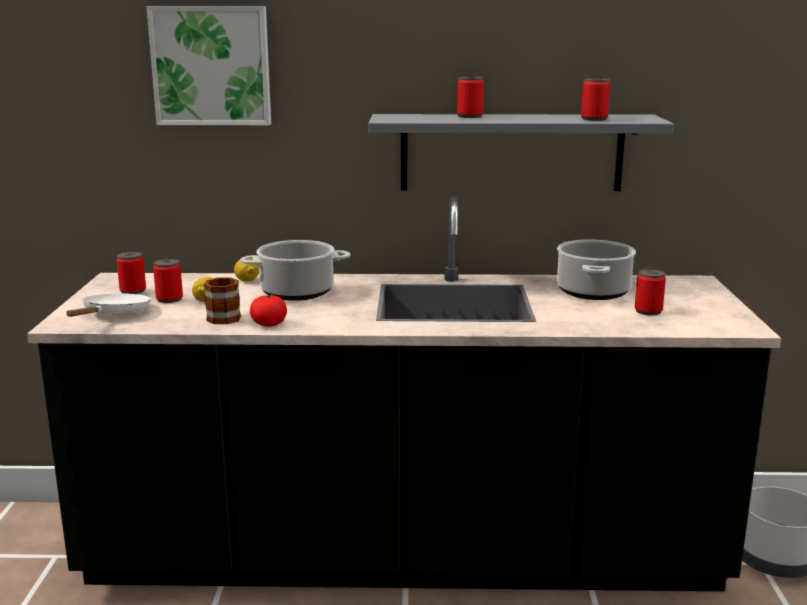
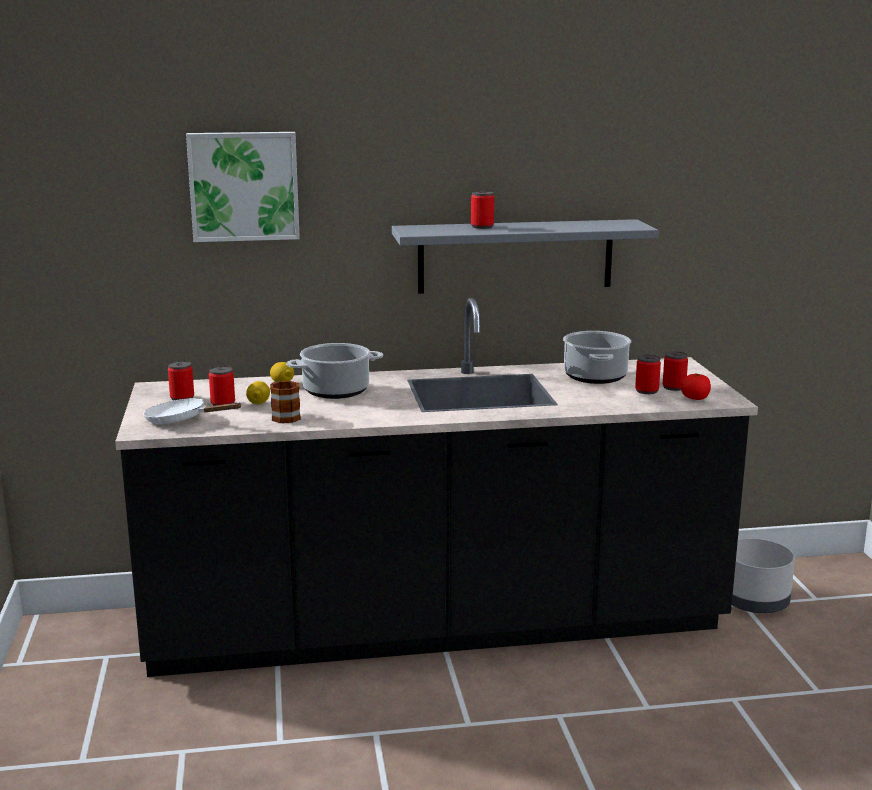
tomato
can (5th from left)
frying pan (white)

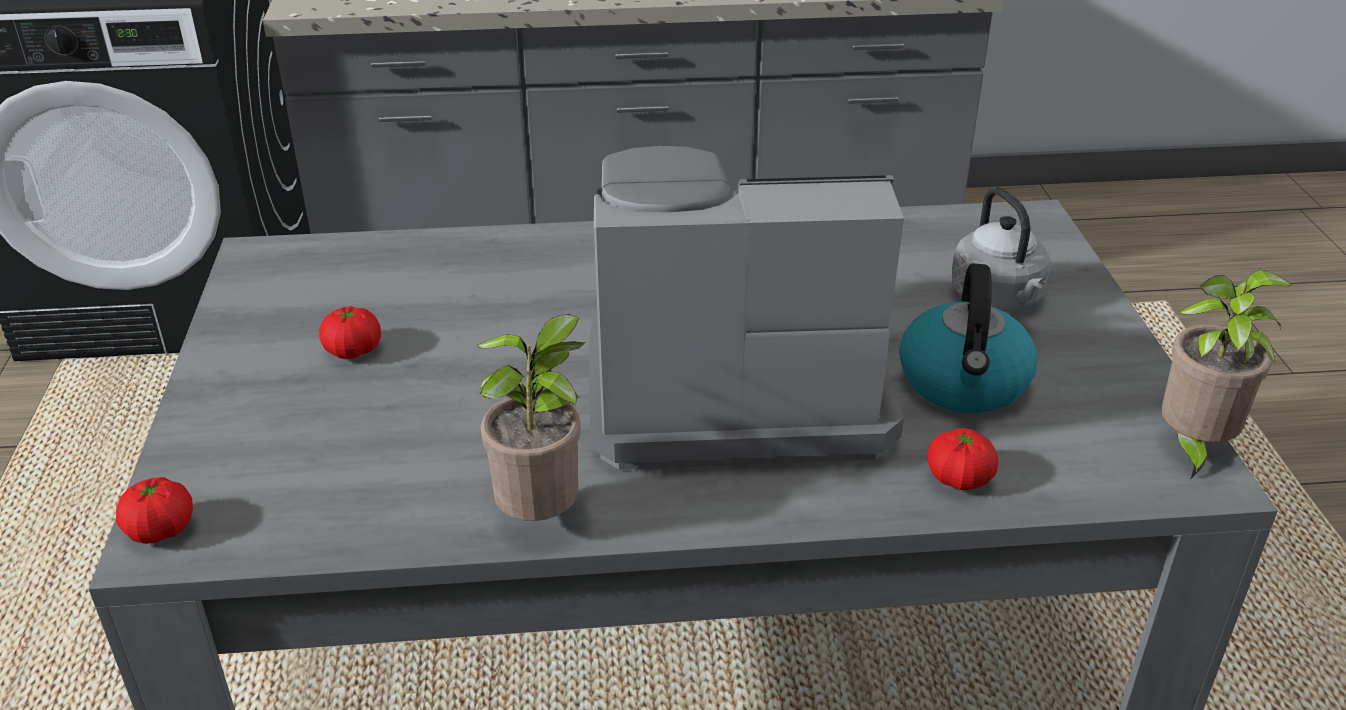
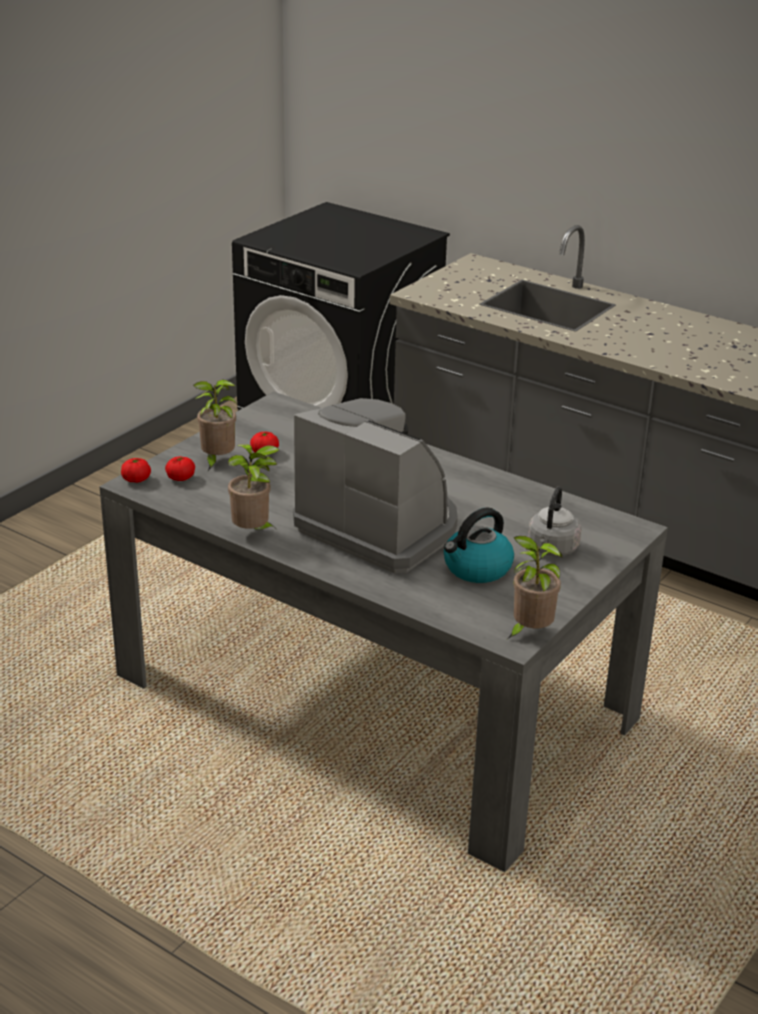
potted plant (1st from left)
tomato (2nd from left)

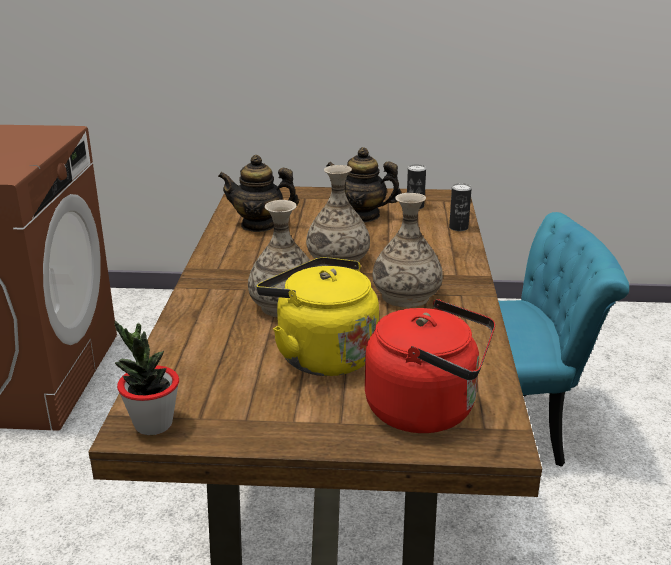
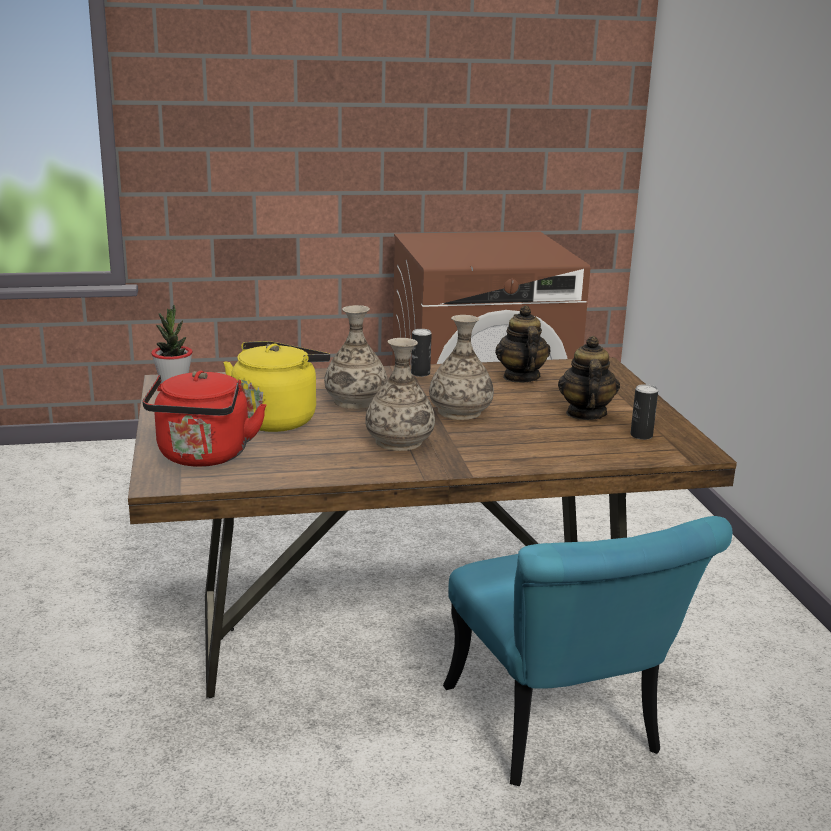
can (1st from left)

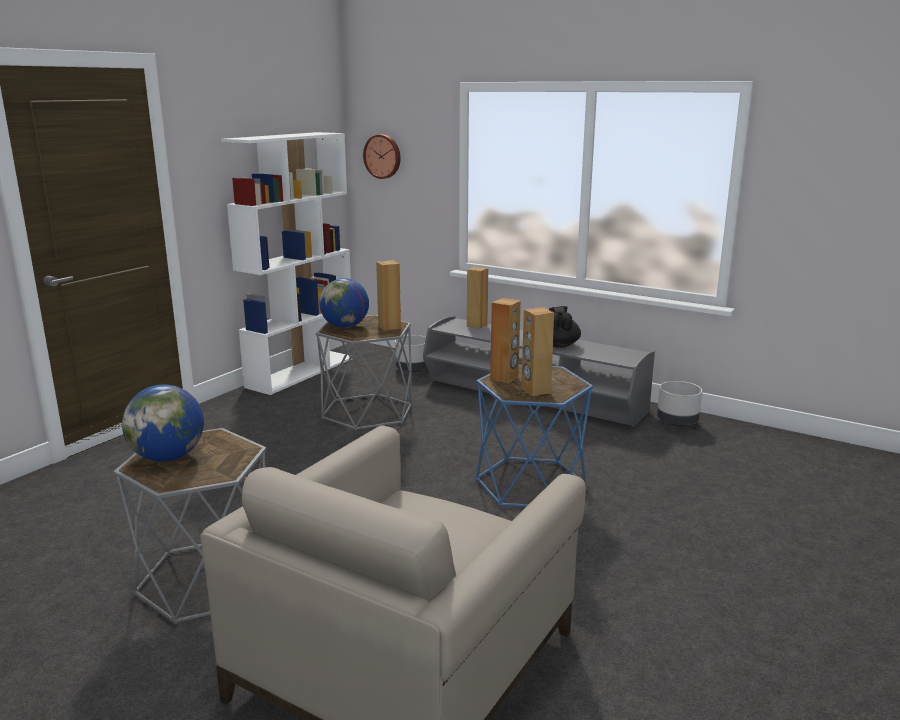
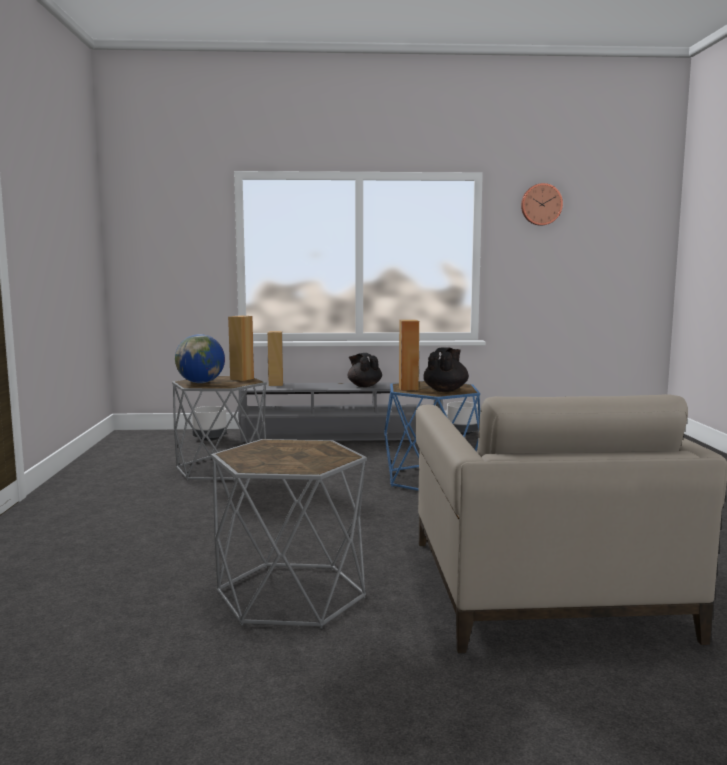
globe (1st from left in the first image)
bookcase (white)
wall clock
teapot (black) (2nd from left)

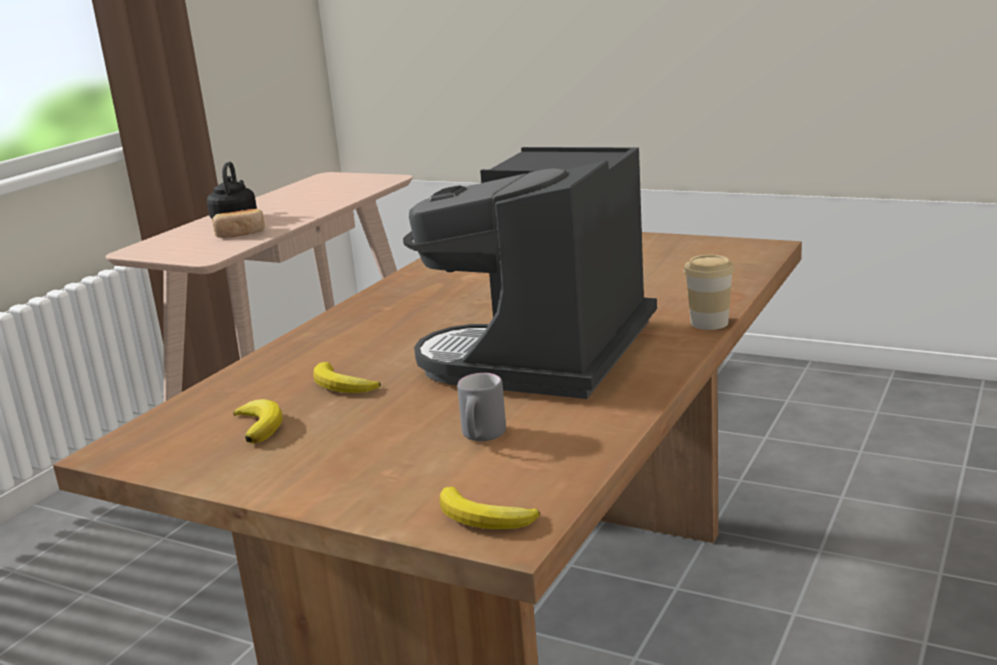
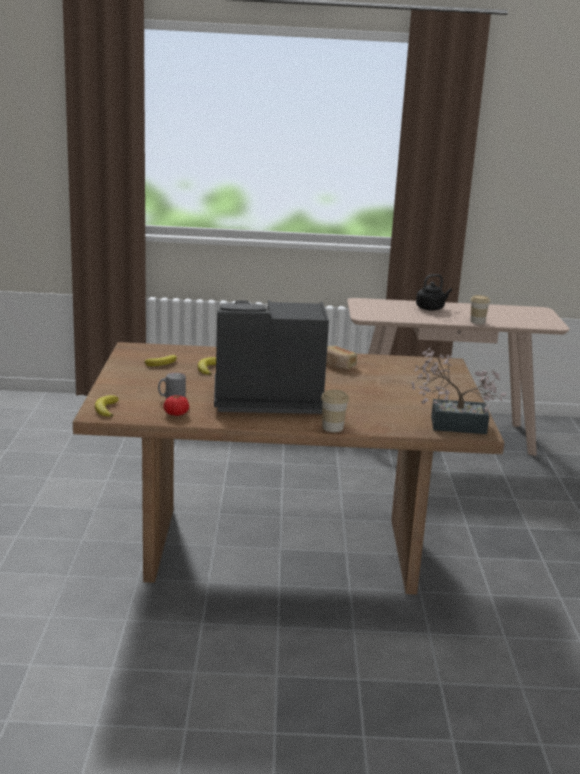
tomato
potted plant
cup (2nd from left)
bread

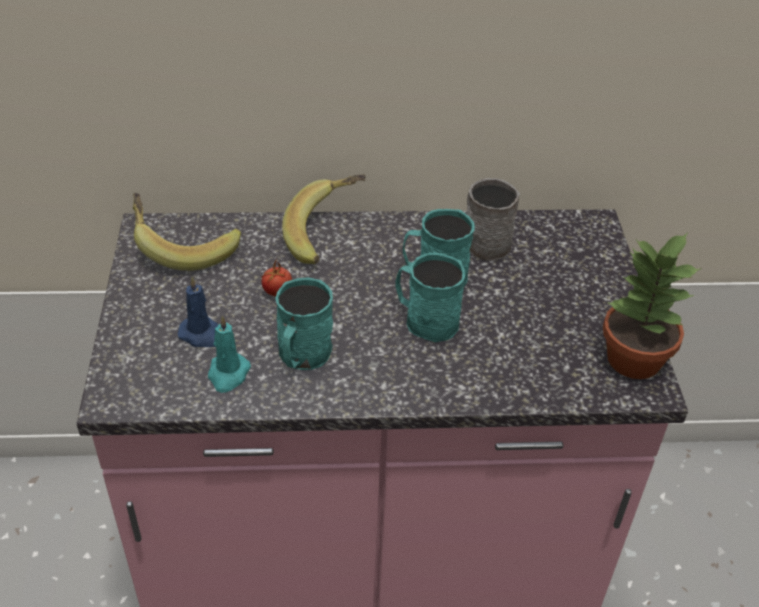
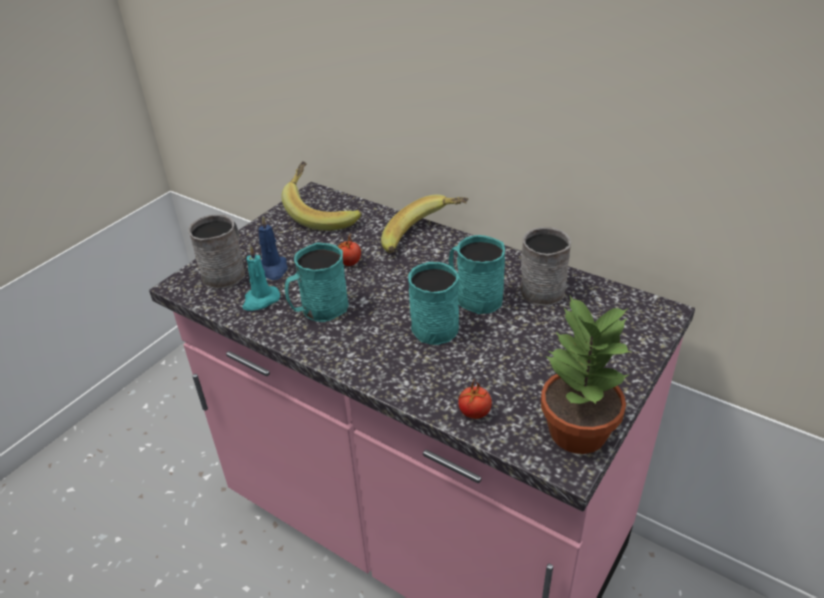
mug (grey) (1st from left)
tomato (2nd from left)

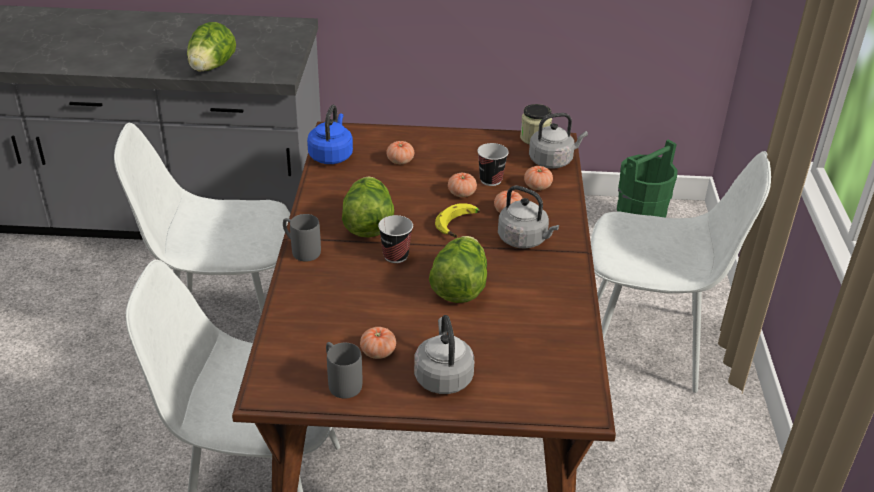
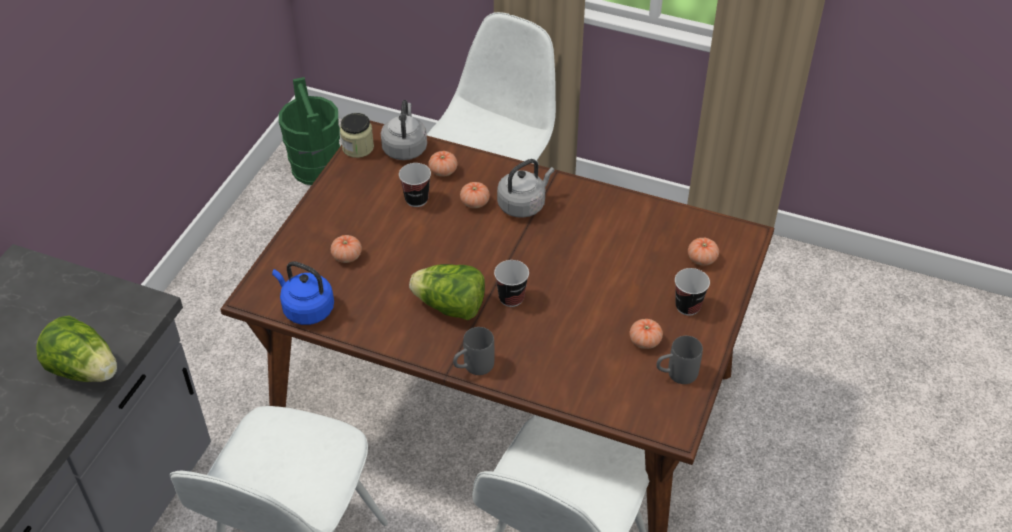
lettuce (3rd from left in the first image)
banana
tomato (5th from left)
cup (3rd from left)

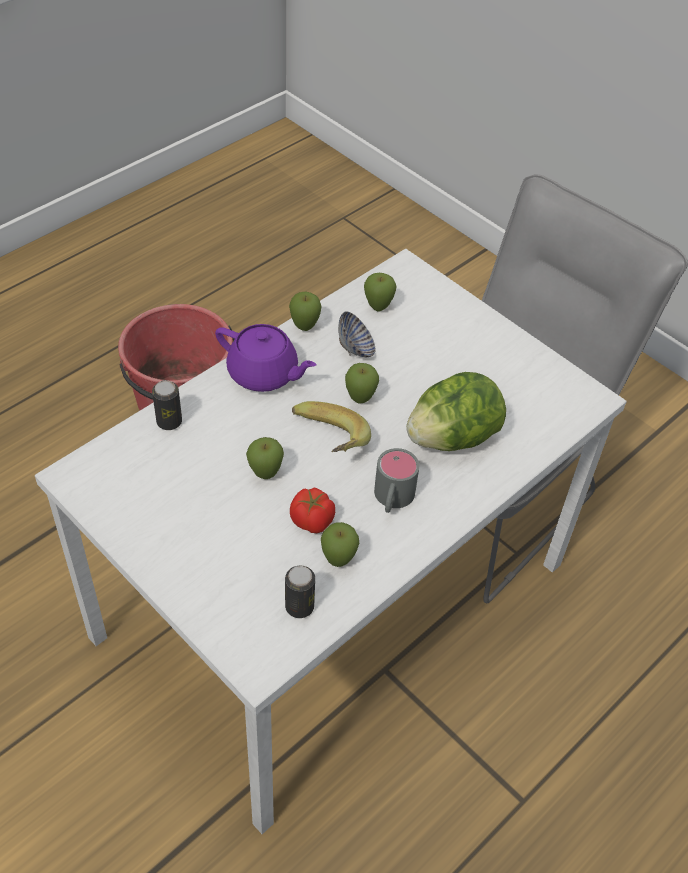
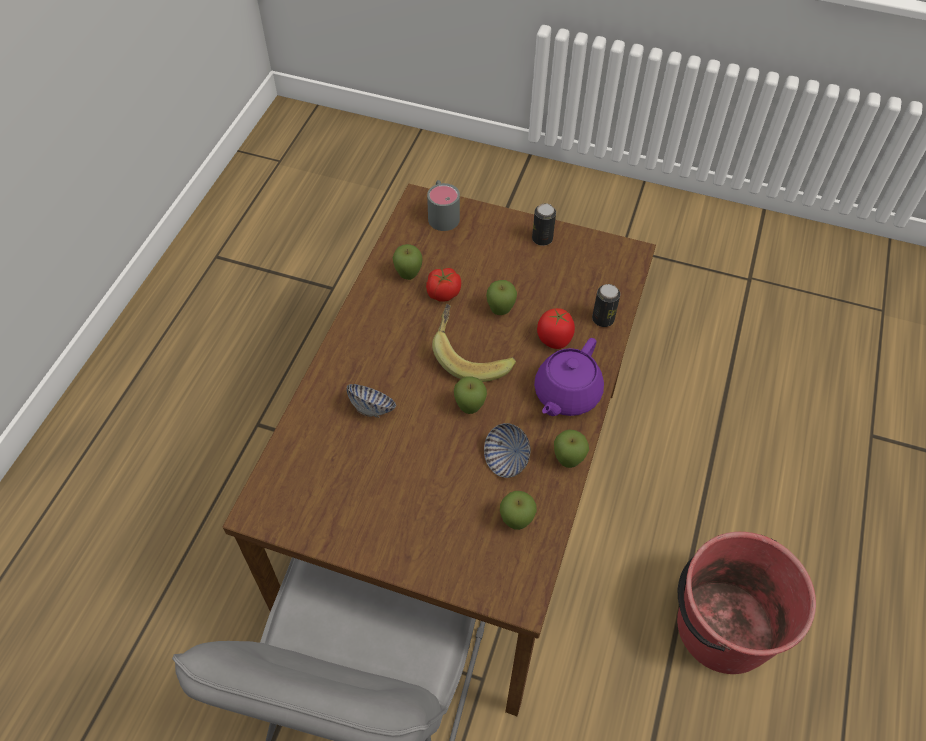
tomato (2nd from left)
can (1st from left)
mug (grey)
bowl (1st from left)
dining table (brown)
teapot (purple)

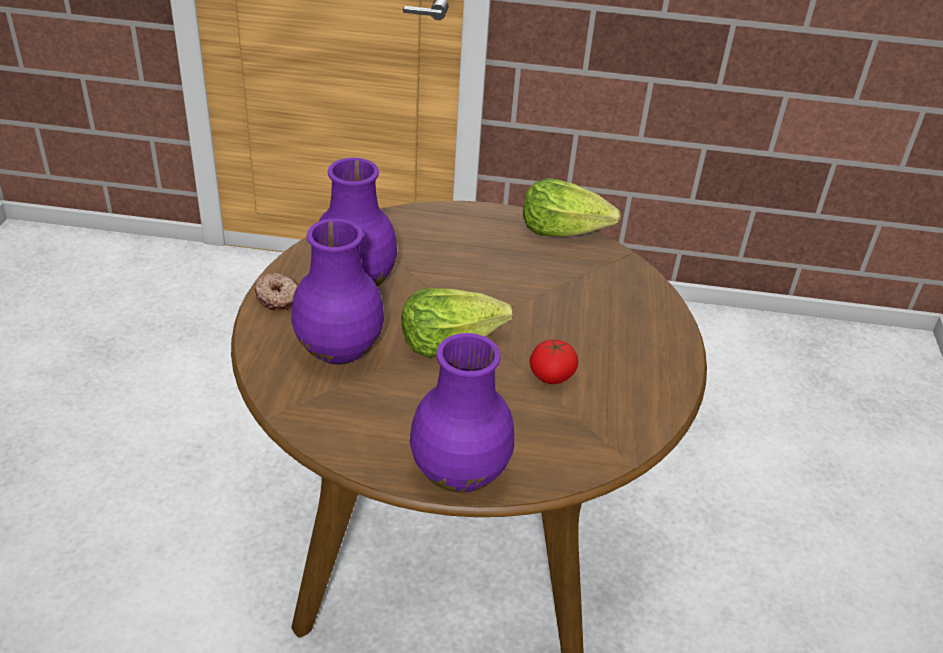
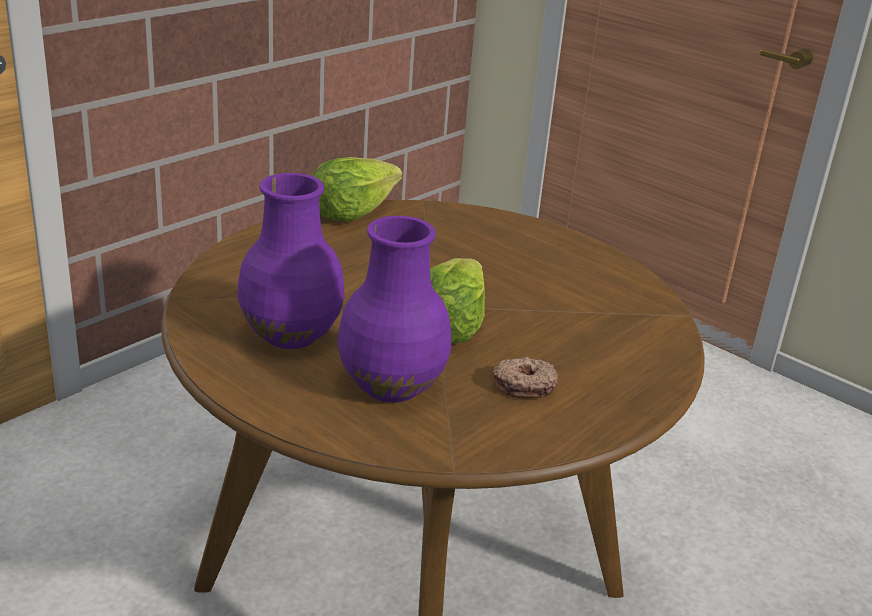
vase (purple) (3rd from left in the first image)
tomato
donut

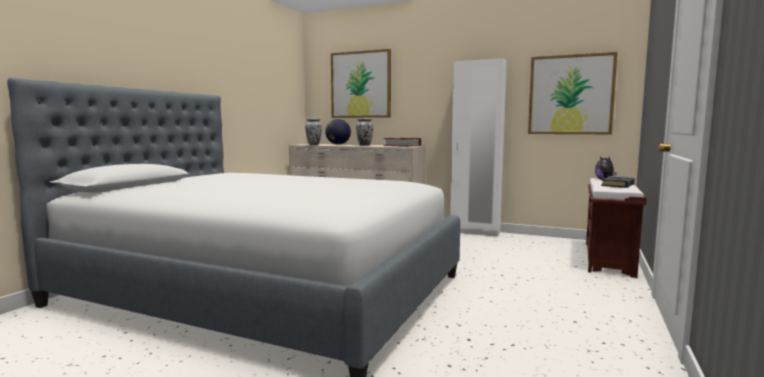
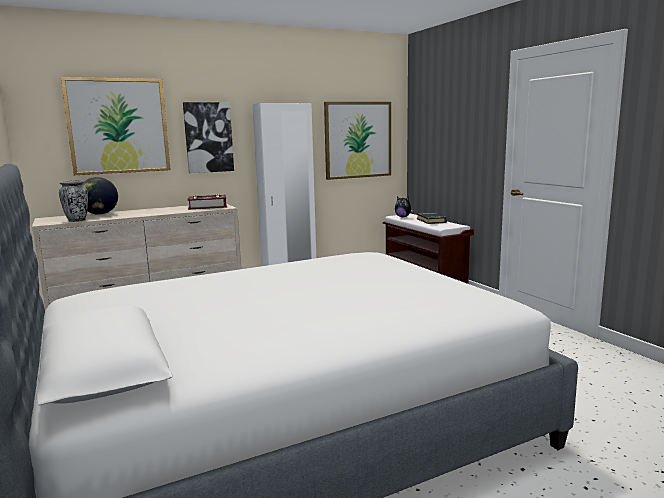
vase (2nd from left in the first image)
picture (2nd from left)

